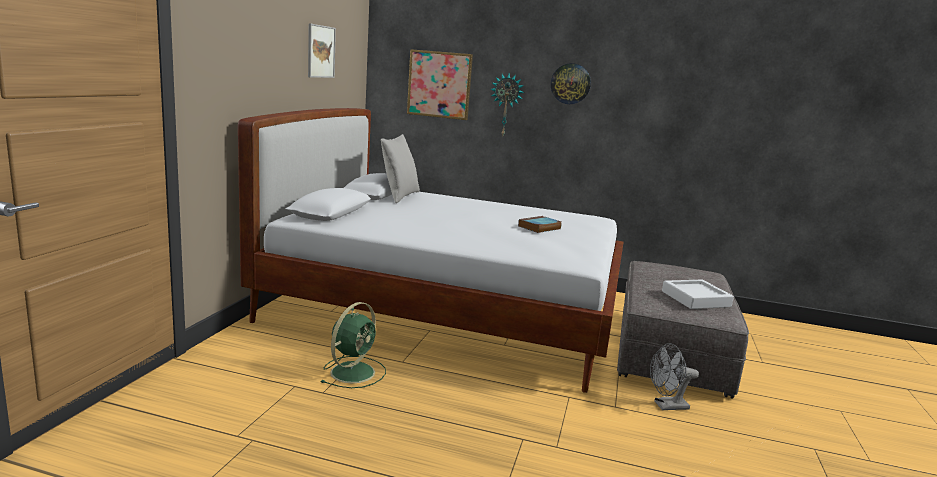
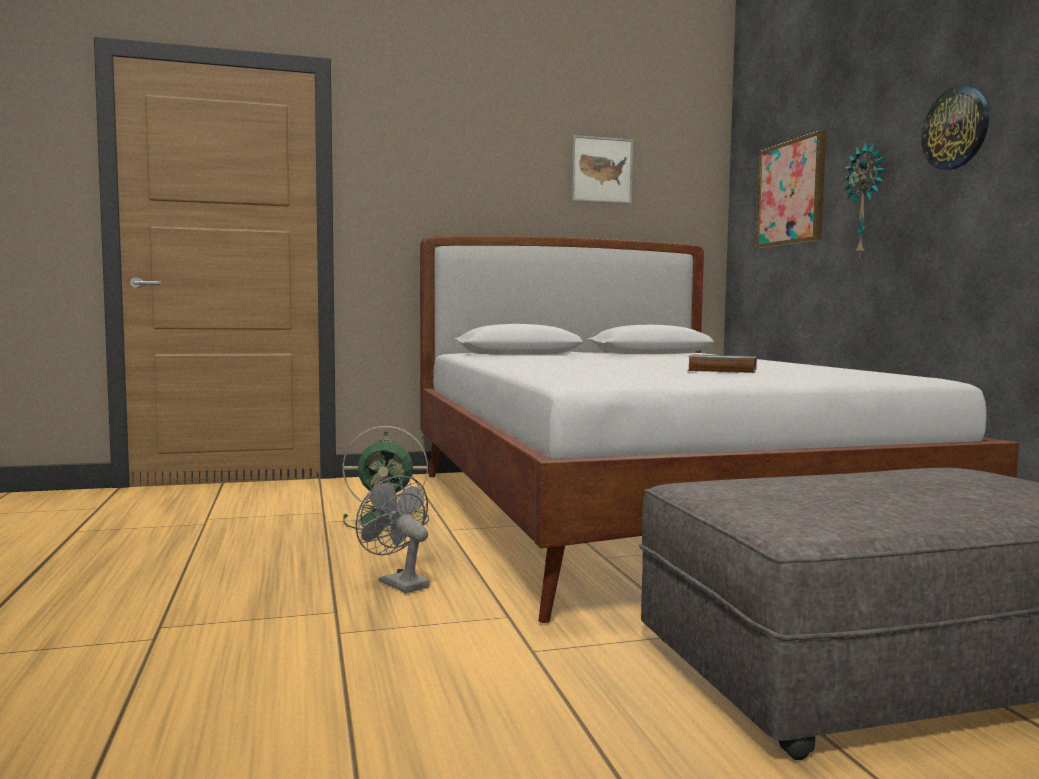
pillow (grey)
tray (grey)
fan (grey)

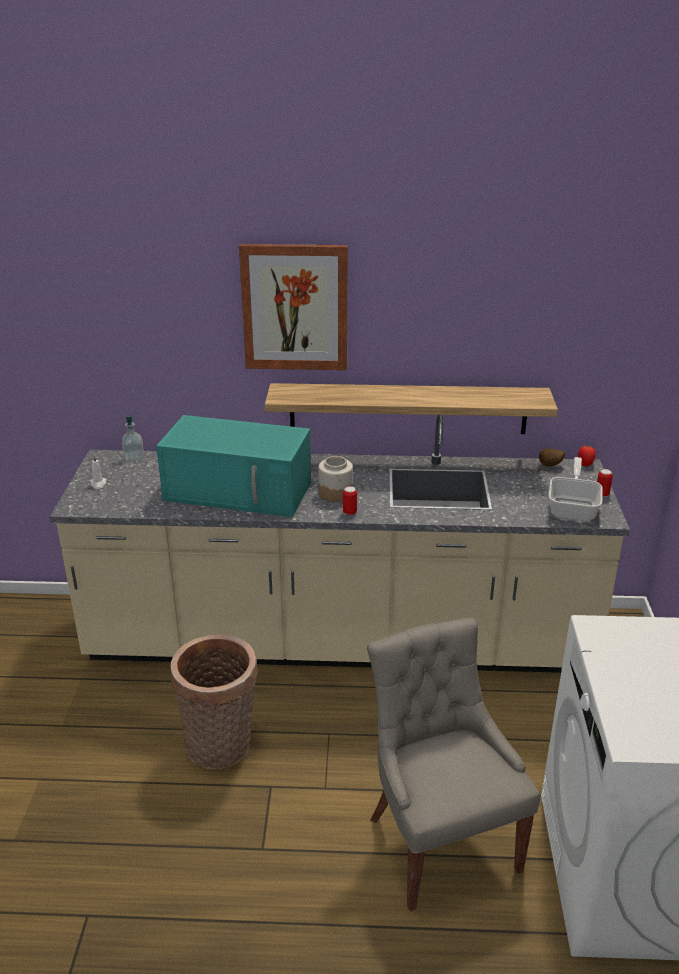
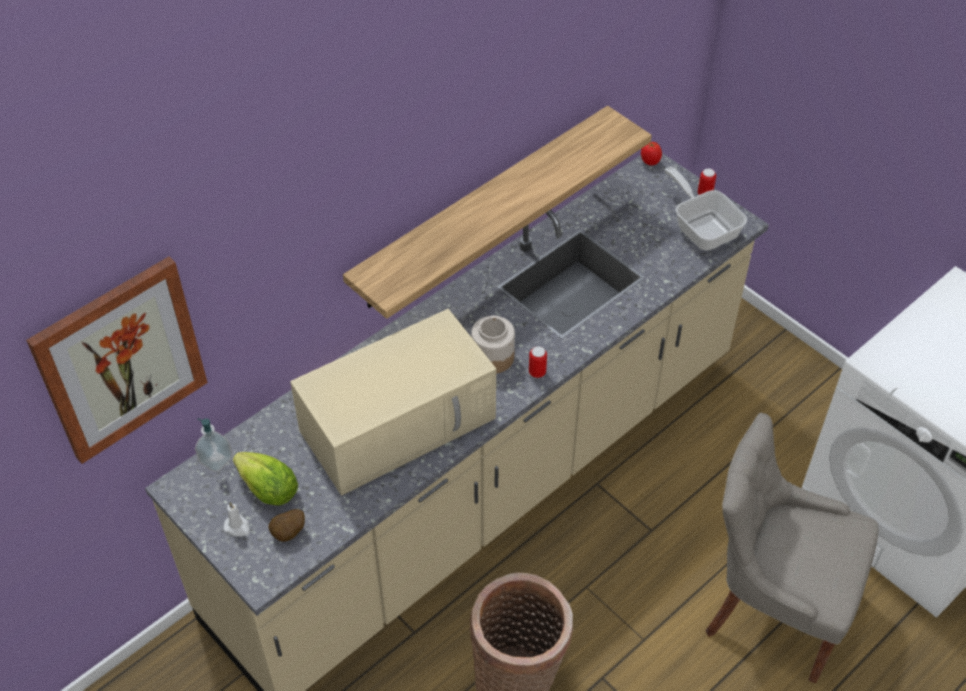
lettuce
picture
potato
microwave (beige)

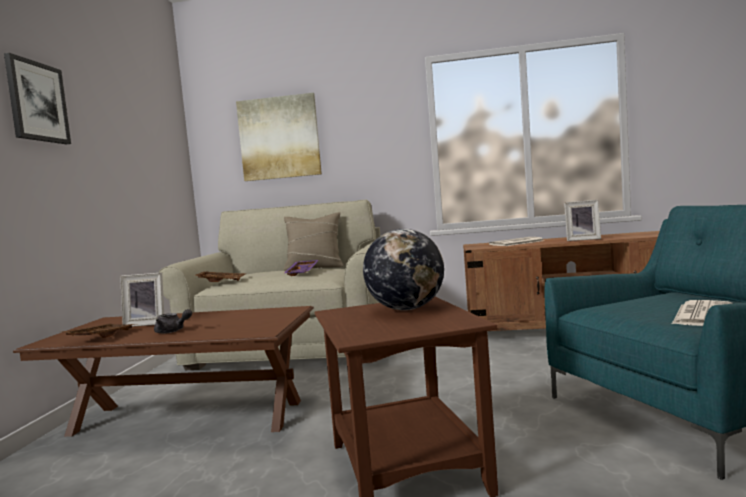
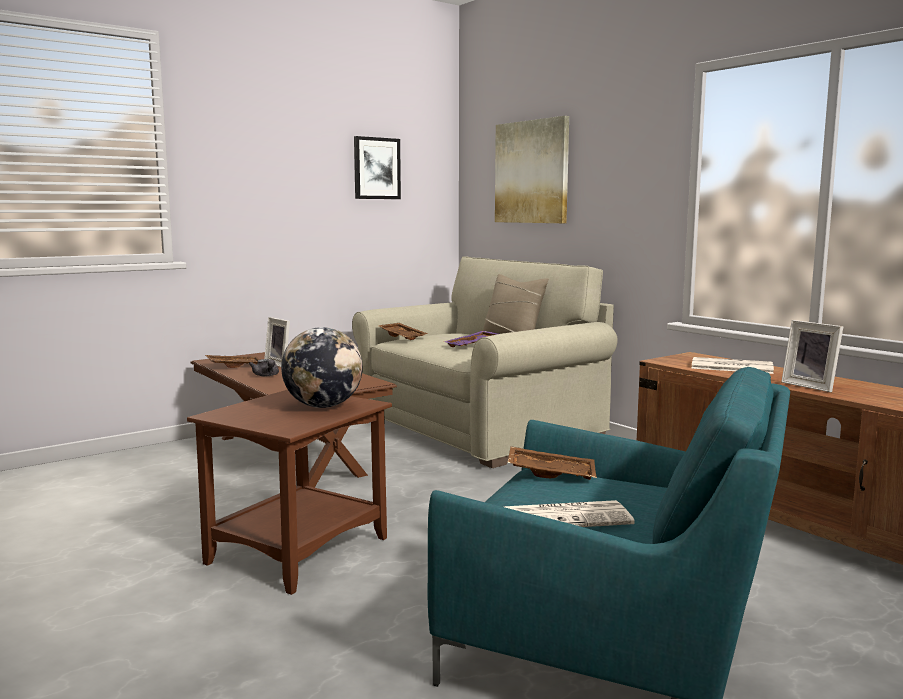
tray (brown) (3rd from left)
picture (1st from left)

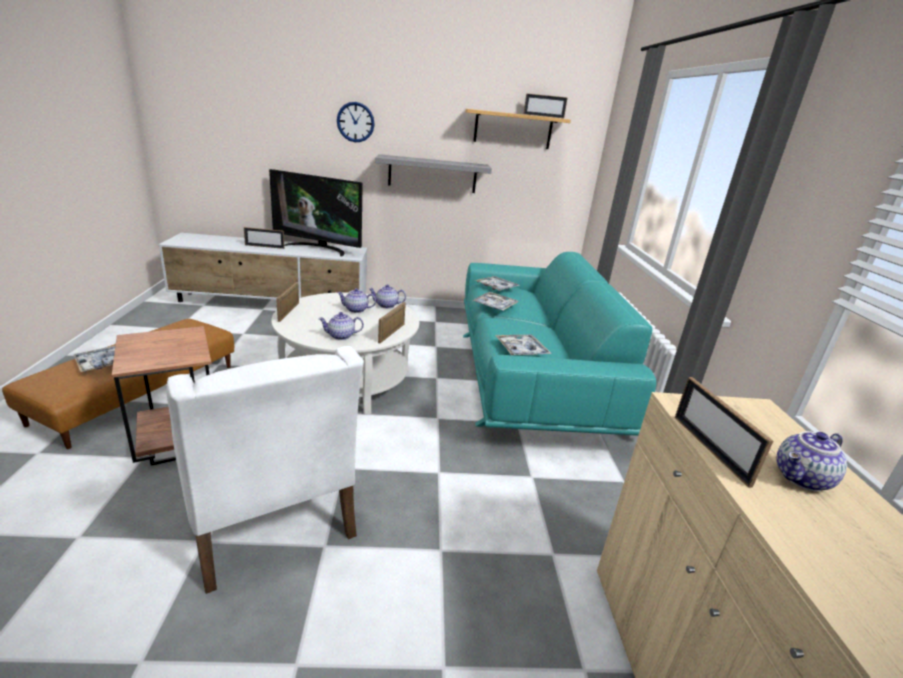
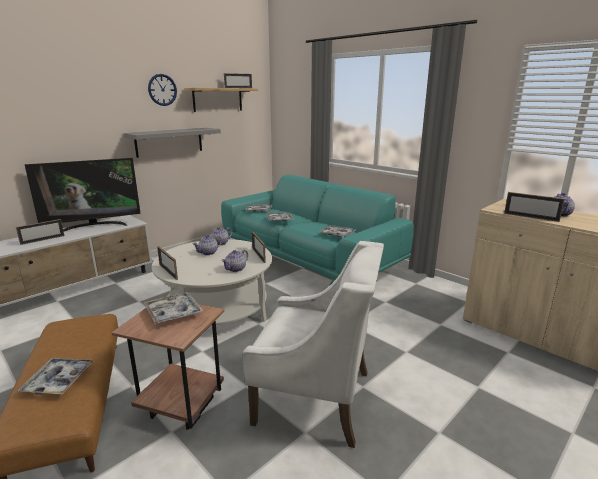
tray (2nd from left)
wall clock

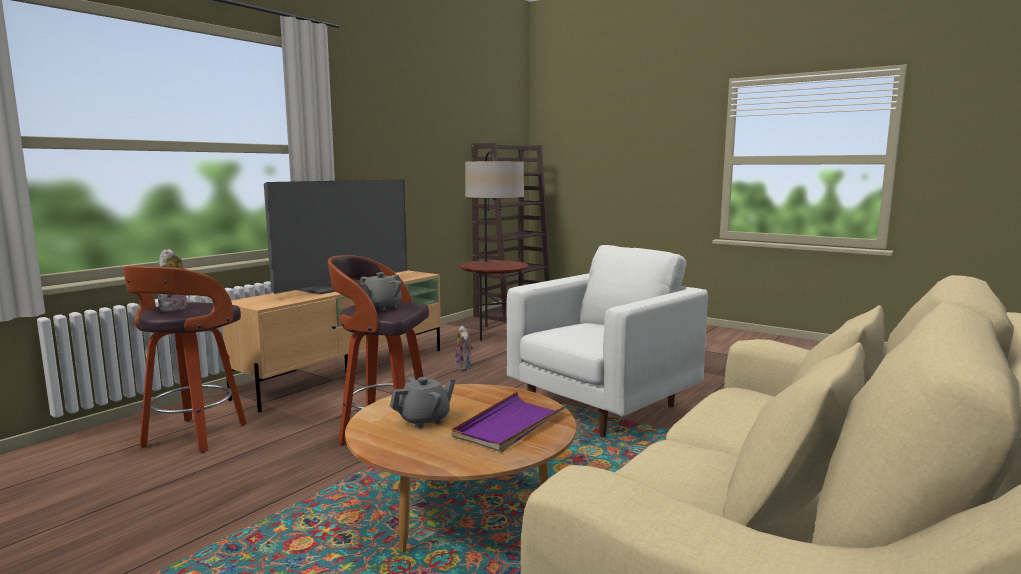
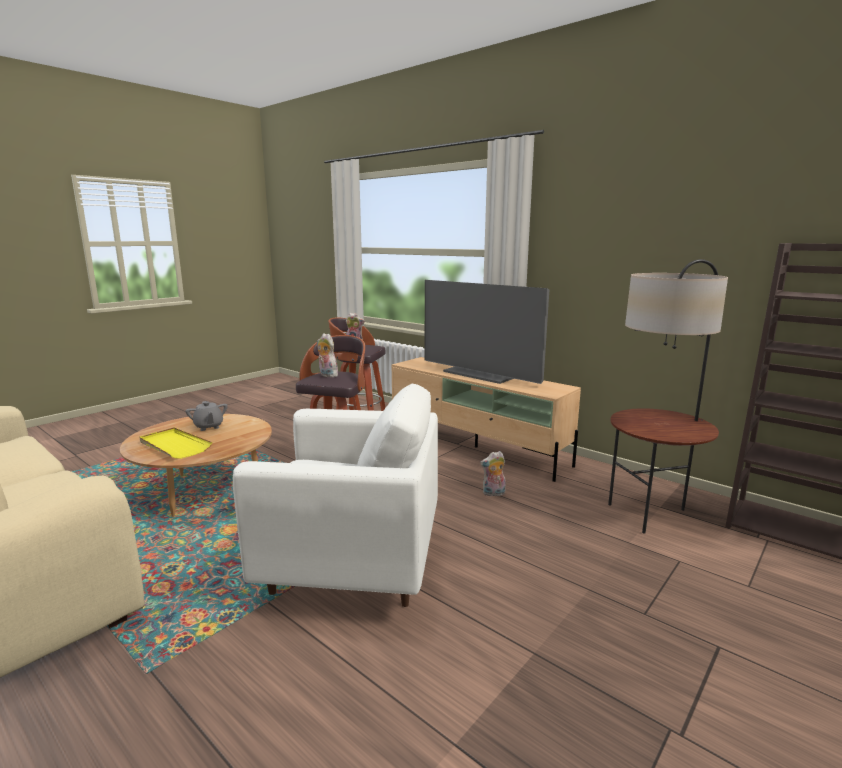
plush toy (1st from left)
tray (yellow)
armchair (white)

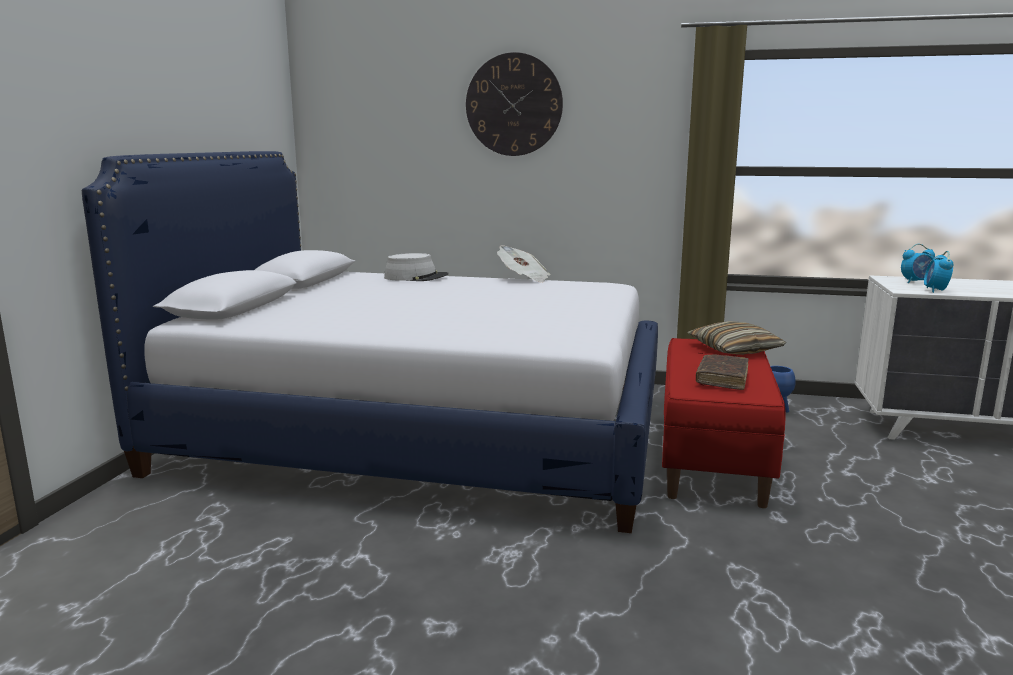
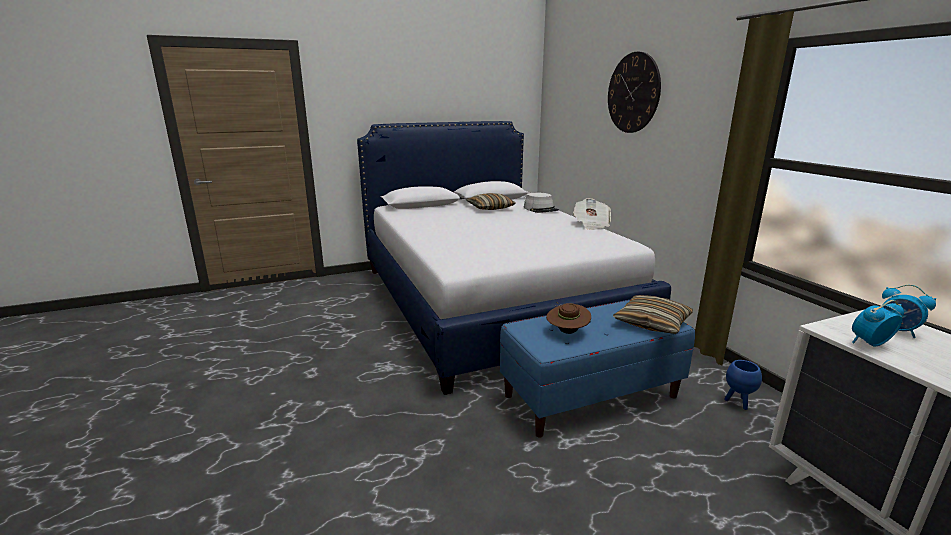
pillow (1st from left)
hat (brown)
bench (blue)

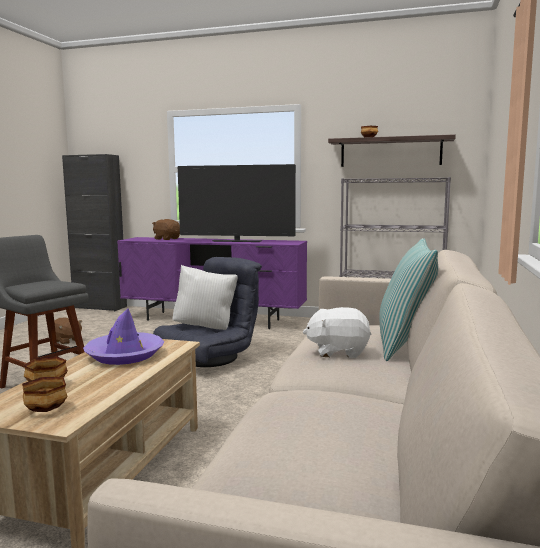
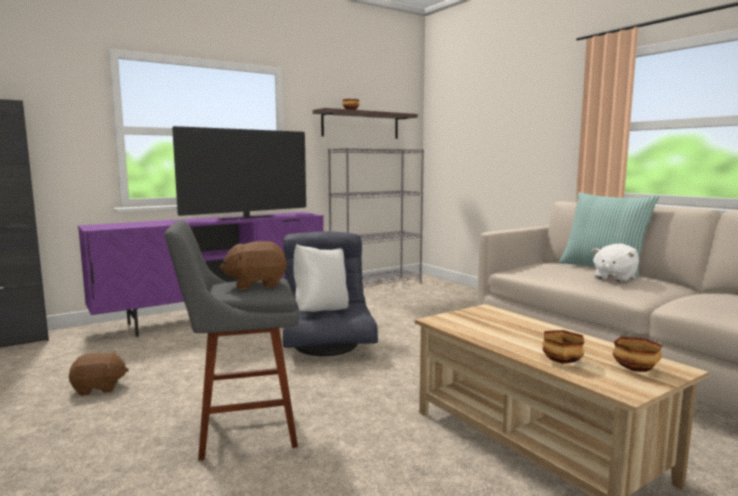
hat (purple)
plush toy (brown) (2nd from left)

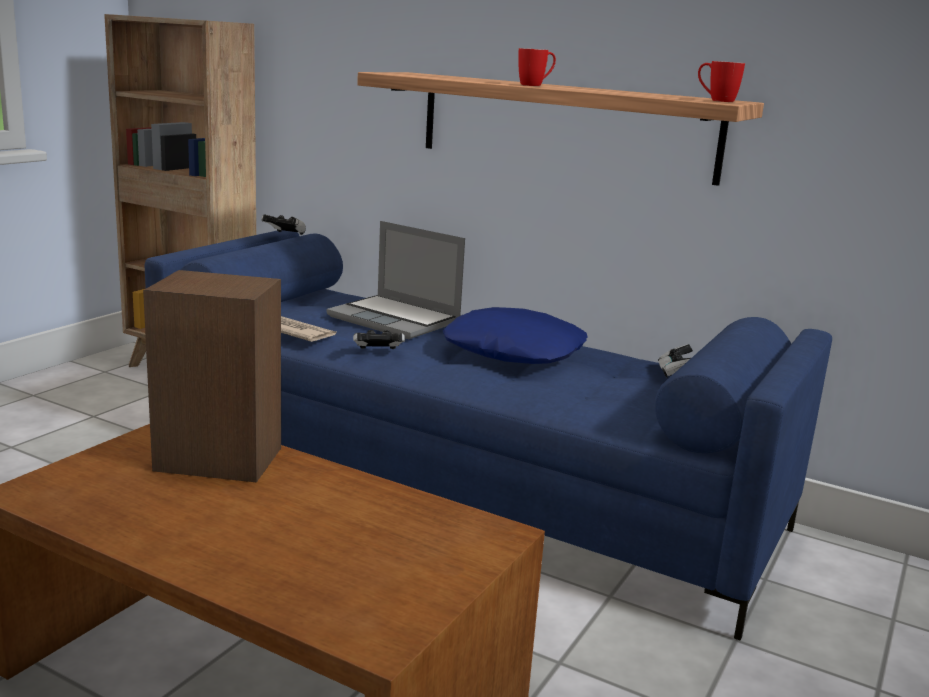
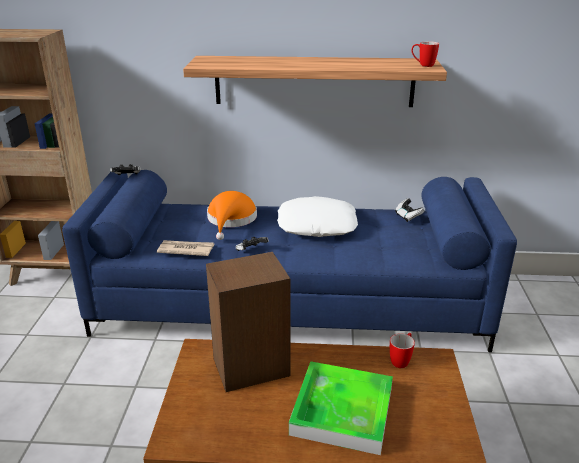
tray
mug (1st from left)
hat (orange)
pillow (white)

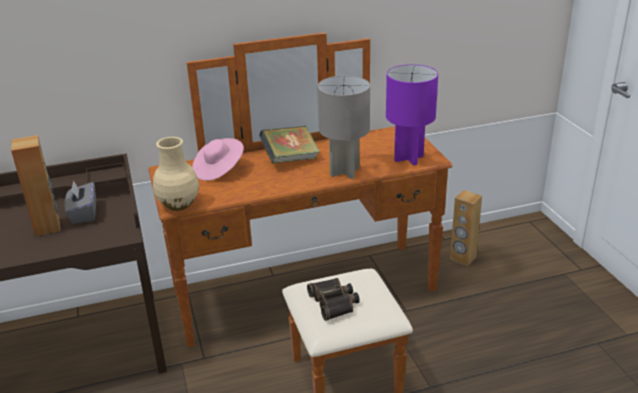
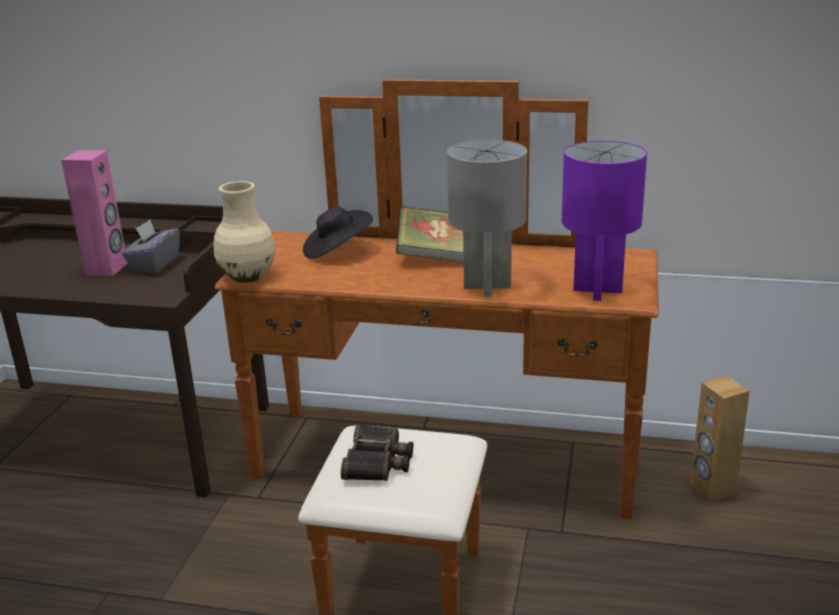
speaker (pink)
hat (black)

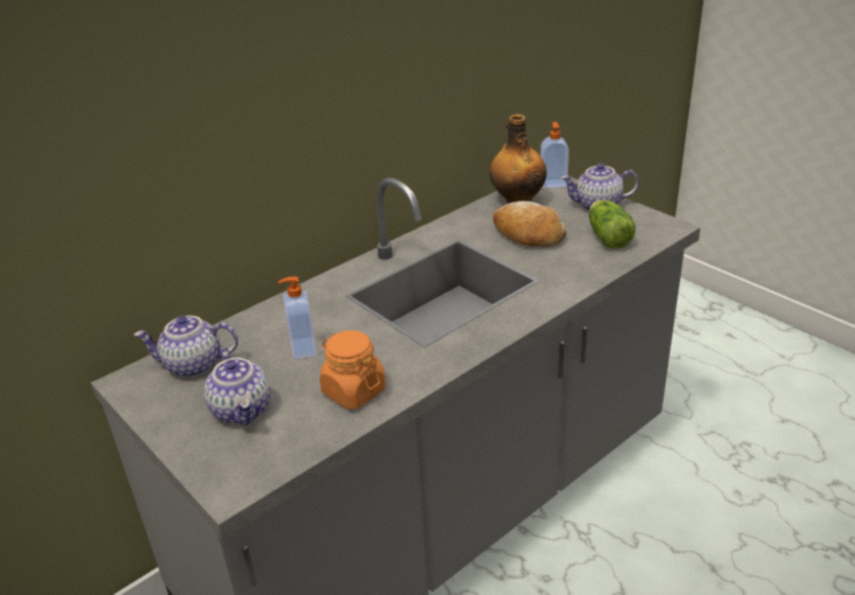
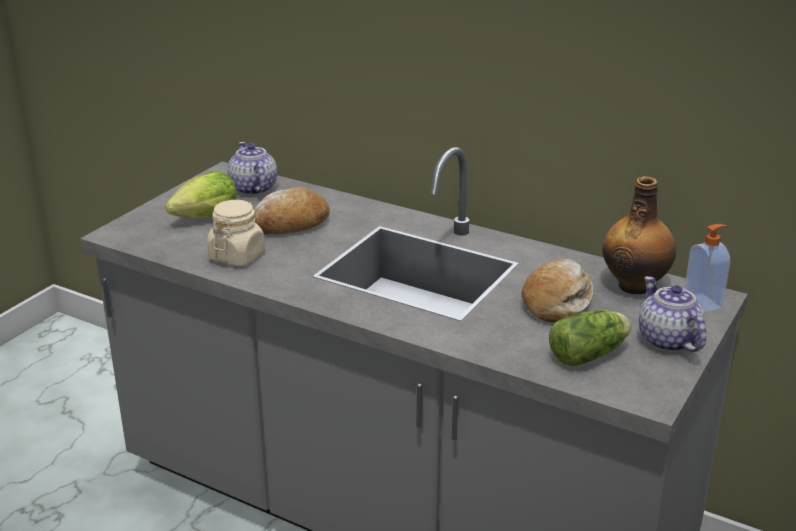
lettuce (1st from left)
bread (1st from left)
jar (beige)

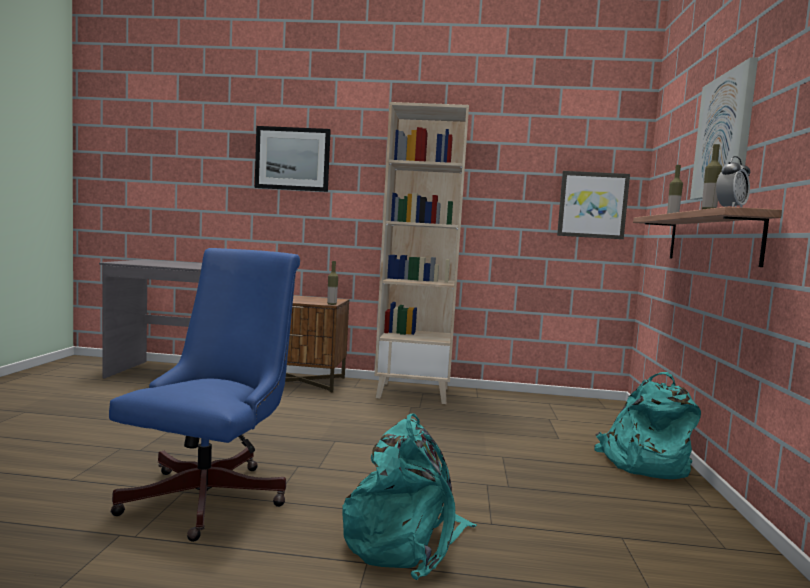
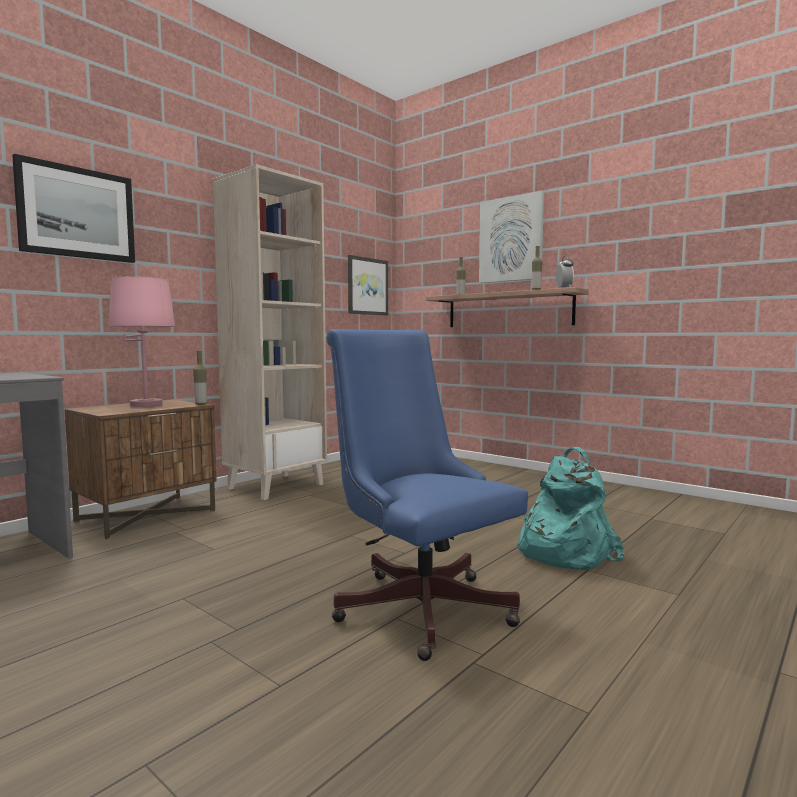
backpack (turquoise) (2nd from left in the first image)
table lamp (pink)

